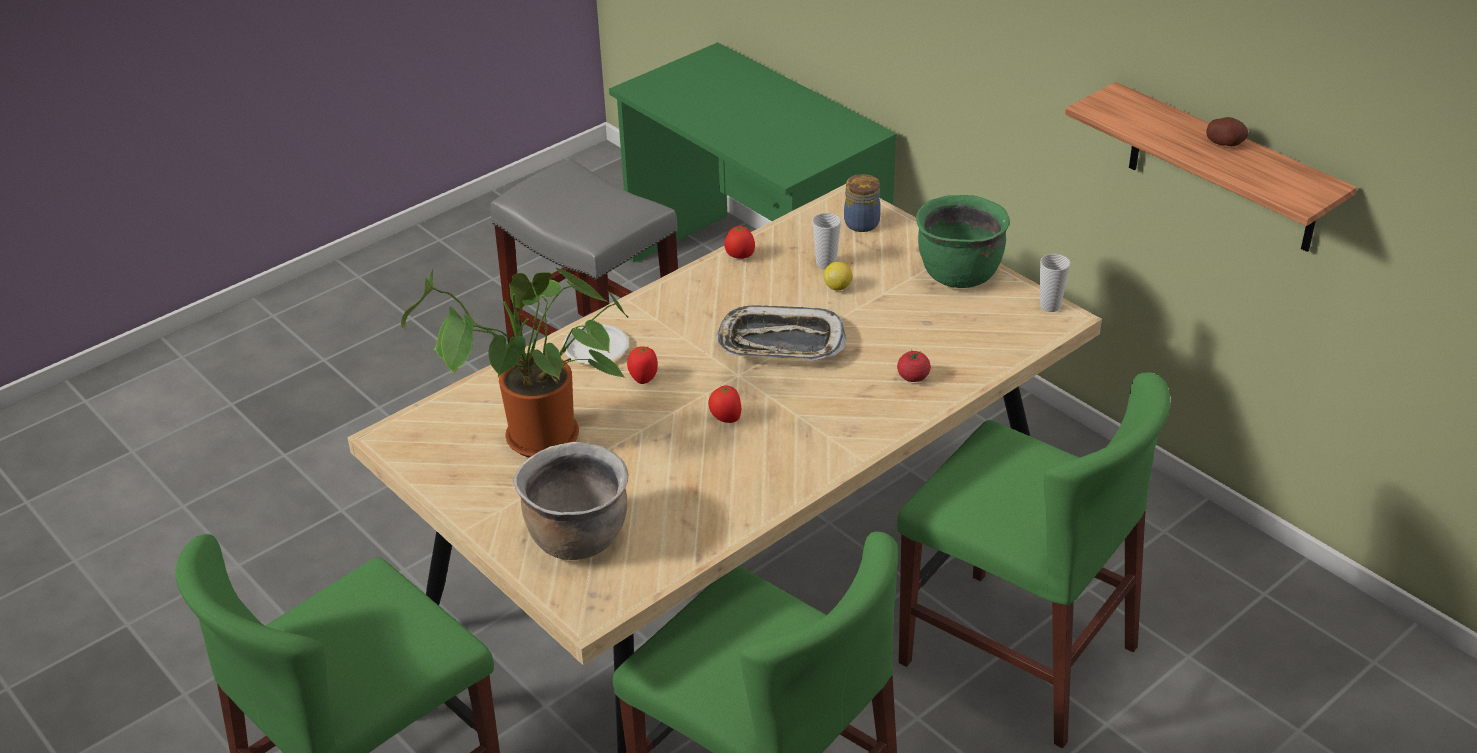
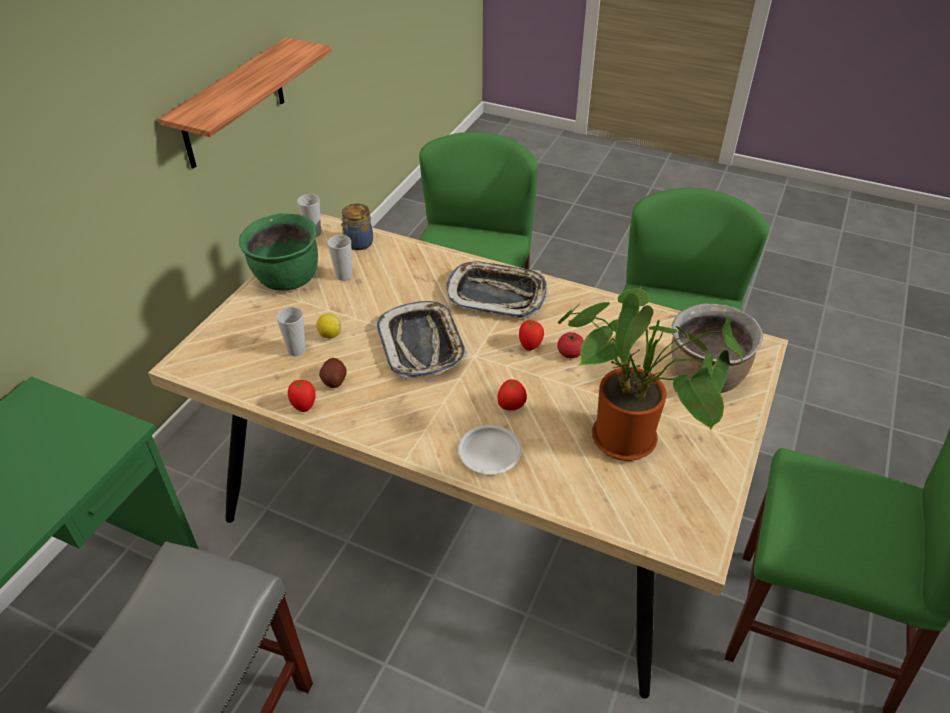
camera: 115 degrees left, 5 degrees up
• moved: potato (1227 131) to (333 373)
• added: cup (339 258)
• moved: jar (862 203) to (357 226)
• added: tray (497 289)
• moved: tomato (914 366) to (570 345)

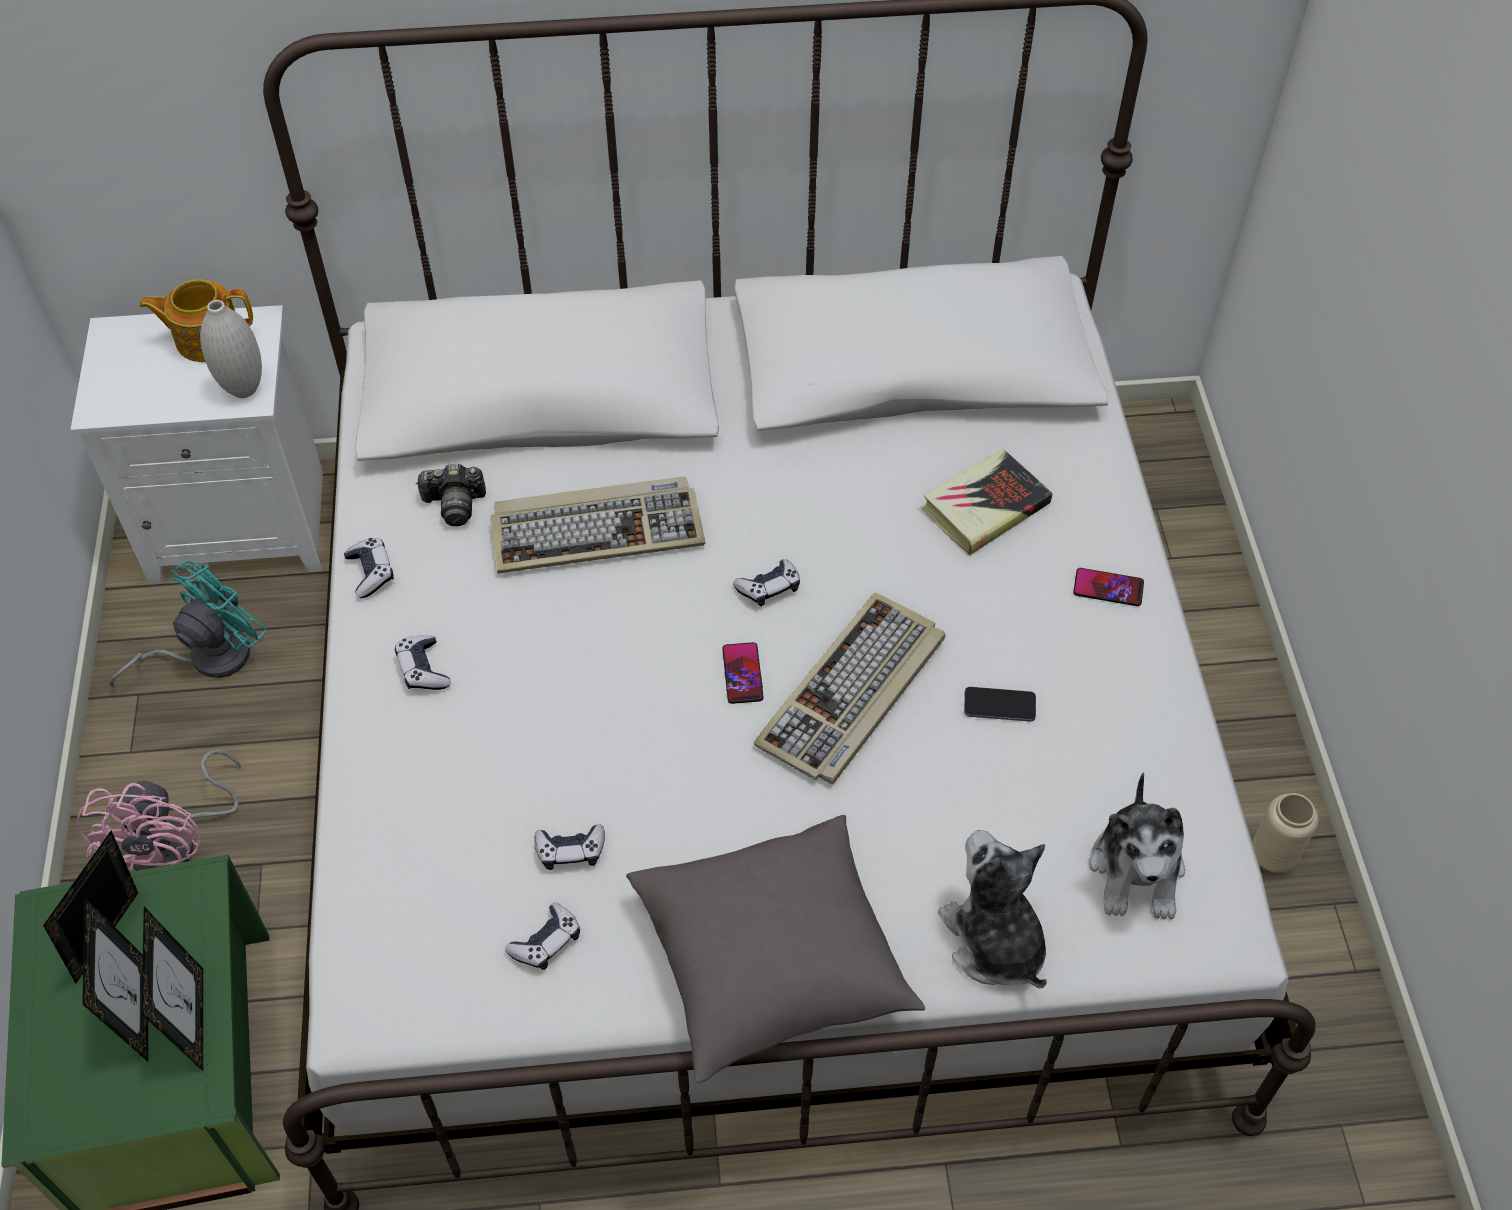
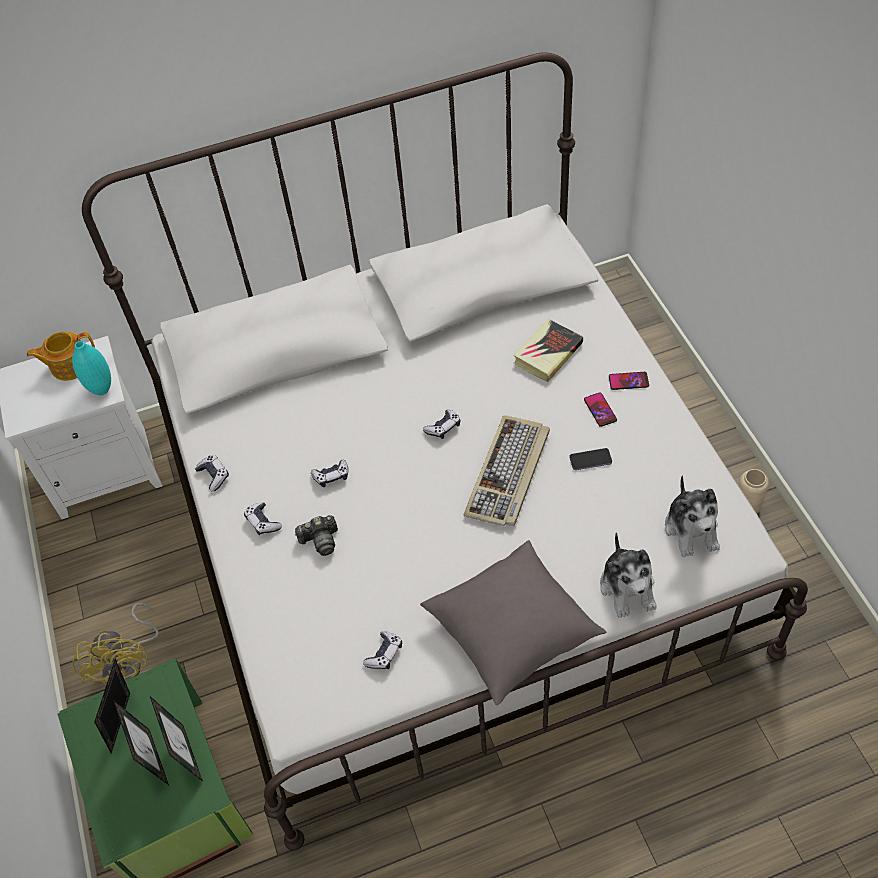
camera: 10 degrees left, 0 degrees up
• recoloured: vase (white) (231 349) to vase (turquoise) (91 368)
• recoloured: fan (pink) (159 810) to fan (yellow) (115 644)
• moved: photo camera (450 495) to (316 535)
• moved: game controller (570 847) to (329 473)
• moved: phone (743 673) to (600 410)
• turned: plush toy (992 909) = (628 575) 150 degrees counterclockwise
• removed: fan (turquoise) (188 624)
• removed: keyboard (597 525)

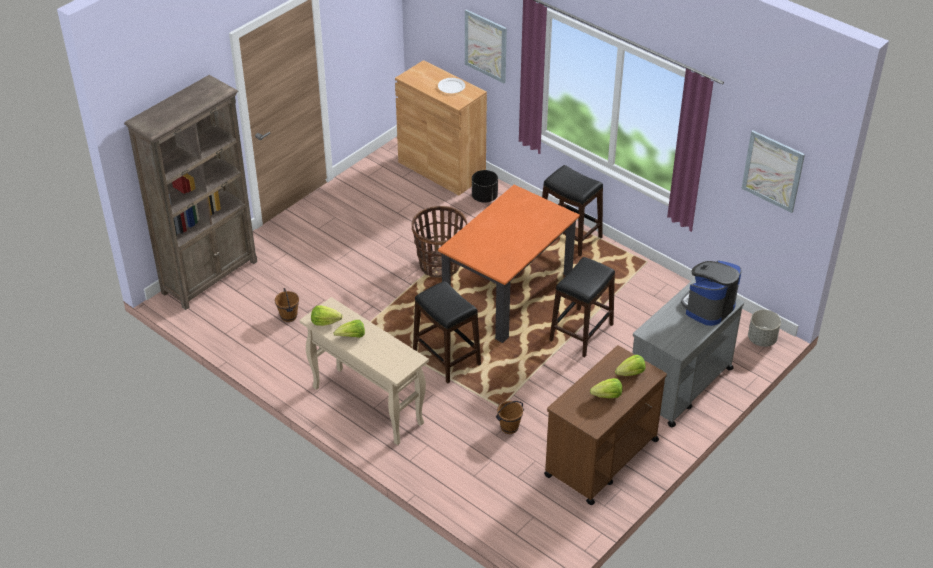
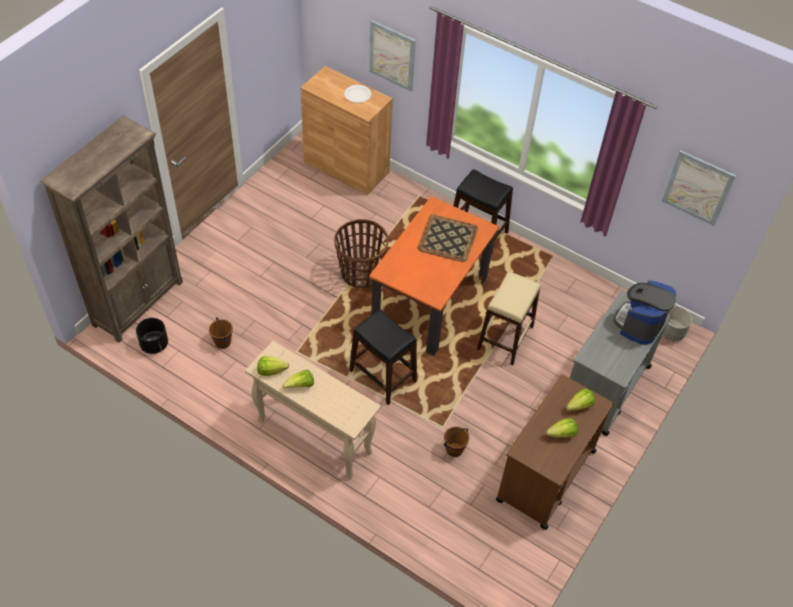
camera: 10 degrees left, 10 degrees up
• moved: planter (black) (485 186) to (152 336)
• added: tray (448 238)
• recoloured: stool (black) (582 307) to stool (beige) (509 318)

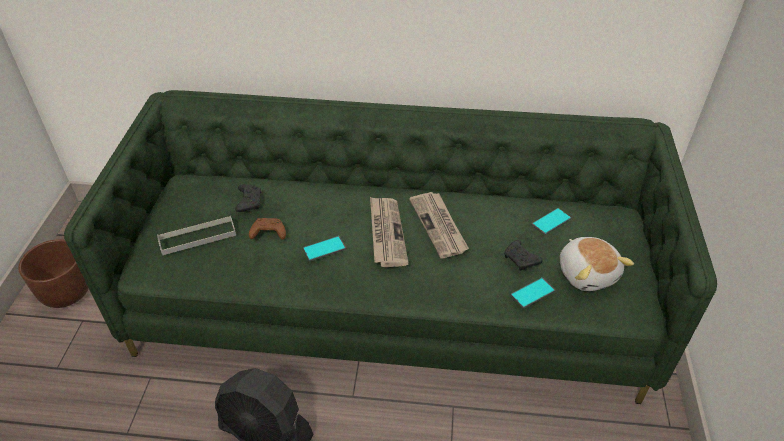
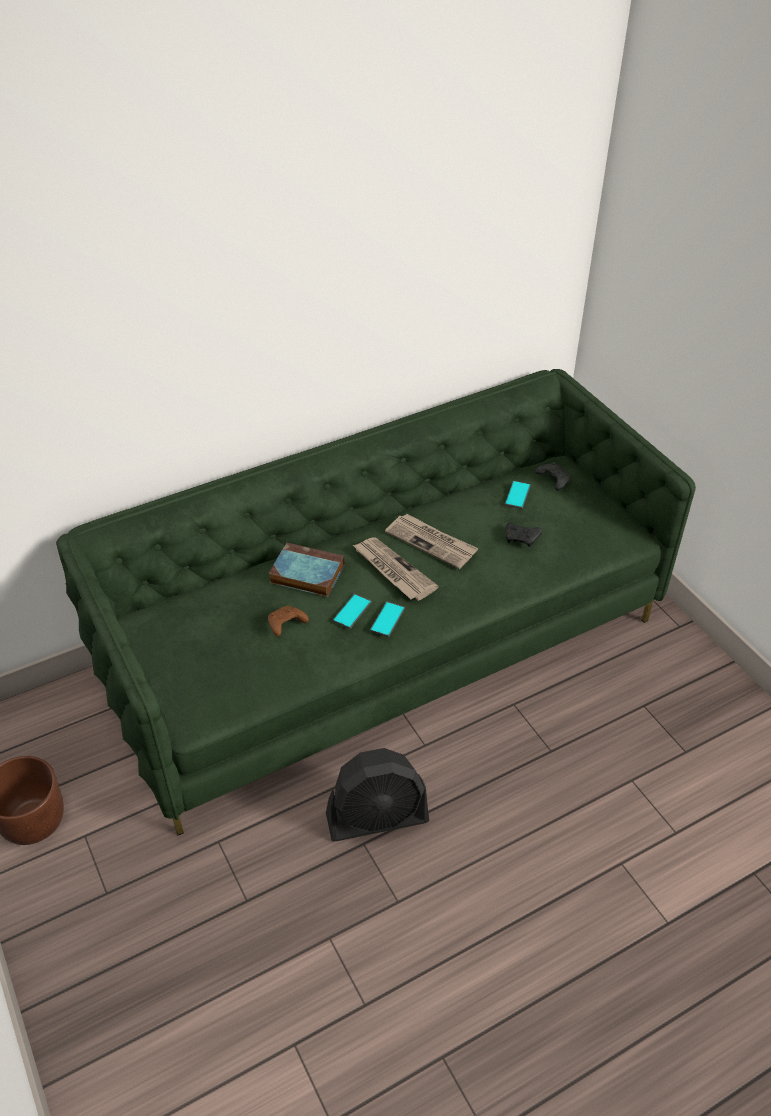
camera: 35 degrees left, 0 degrees up
• added: book (307 569)
• moved: phone (533 293) to (387 619)
• moved: game controller (black) (248 198) to (552 476)
• removed: tray (grey) (196 235)
• removed: plush toy (597 264)

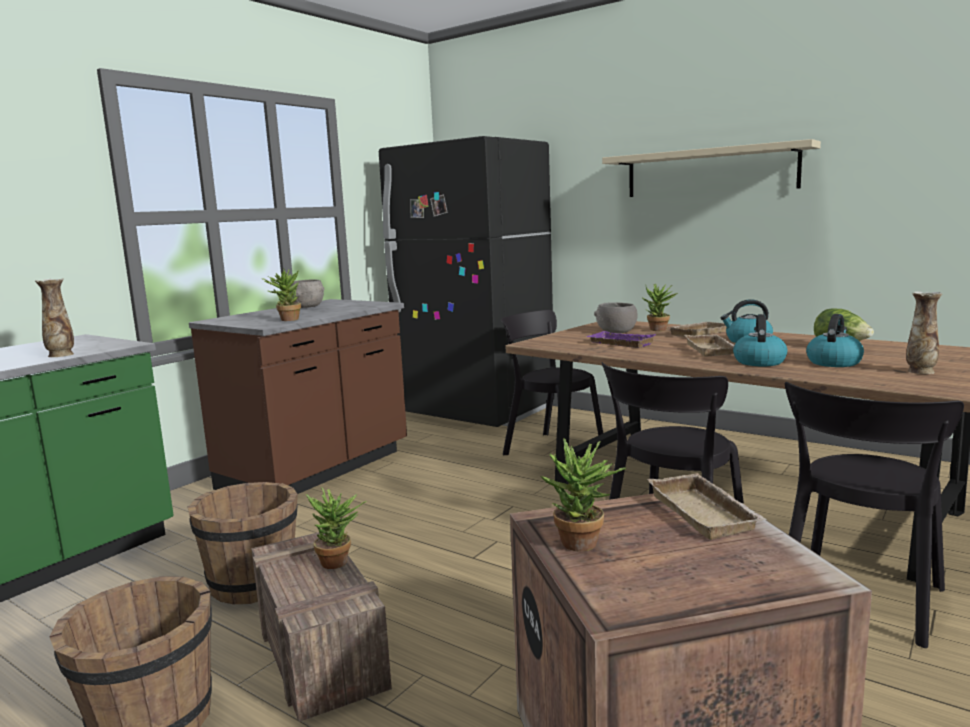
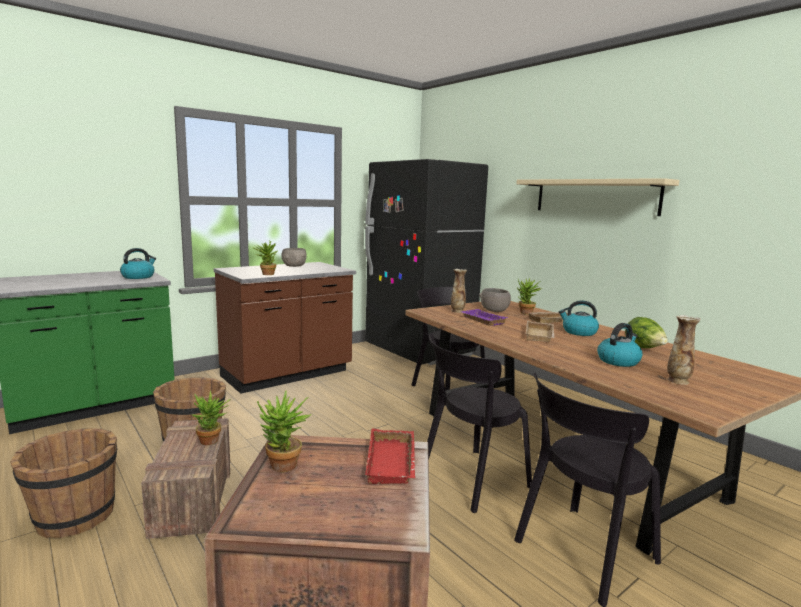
camera: 15 degrees right, 0 degrees up
• moved: kettle (760 340) to (138 263)
• recoloured: tray (beige) (707 506) to tray (red) (390 456)
• moved: vase (54 317) to (459 291)

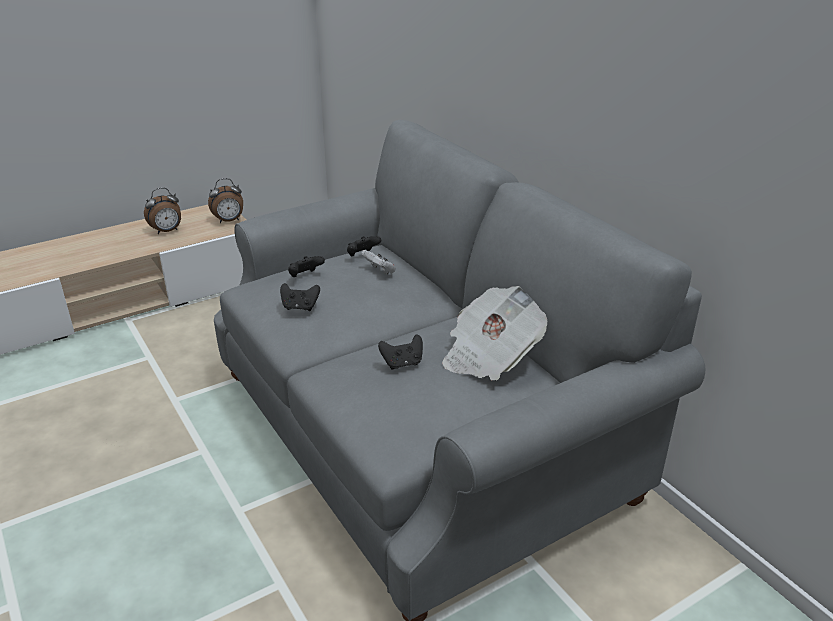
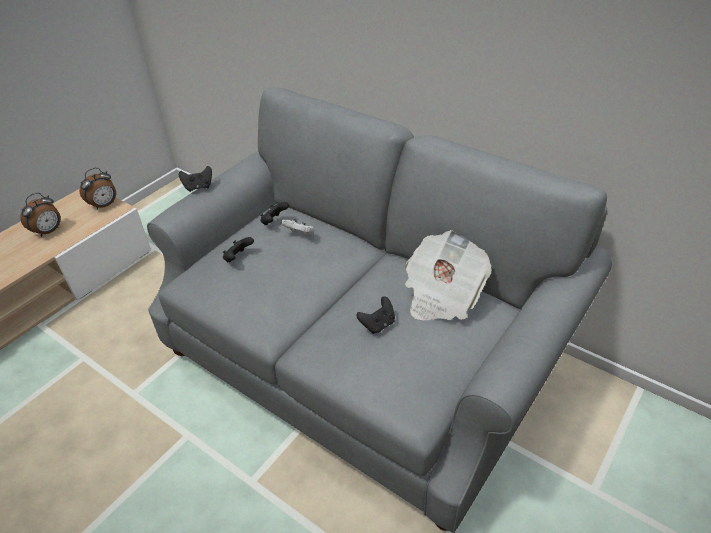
camera: 20 degrees left, 10 degrees up
• moved: game controller (black) (300 297) to (195 179)

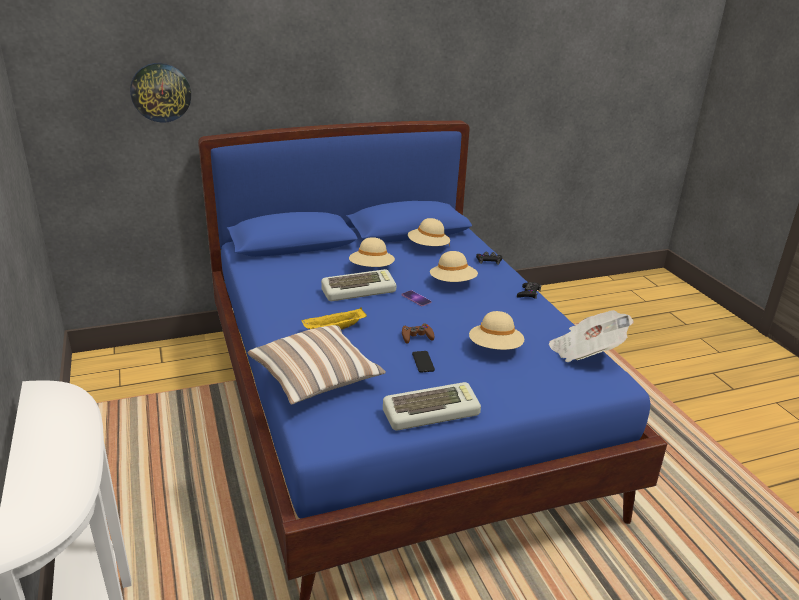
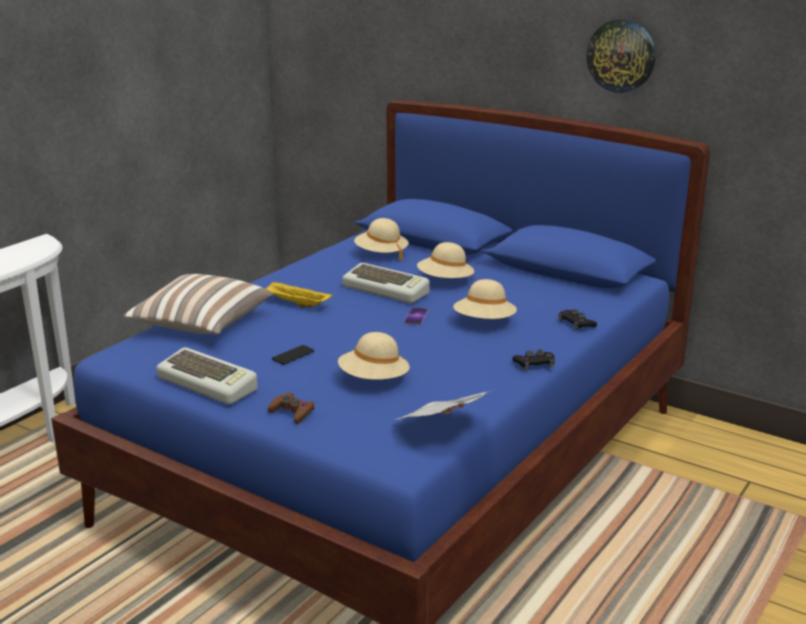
camera: 55 degrees right, 5 degrees down
• moved: game controller (brown) (418 333) to (291 408)
• moved: hat (beige) (429 232) to (381 239)
• moved: wall clock (160 93) to (620 56)

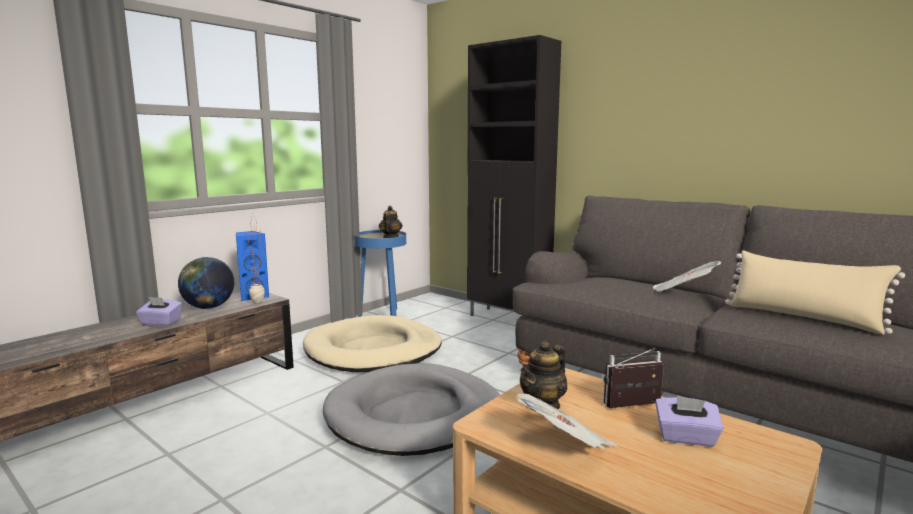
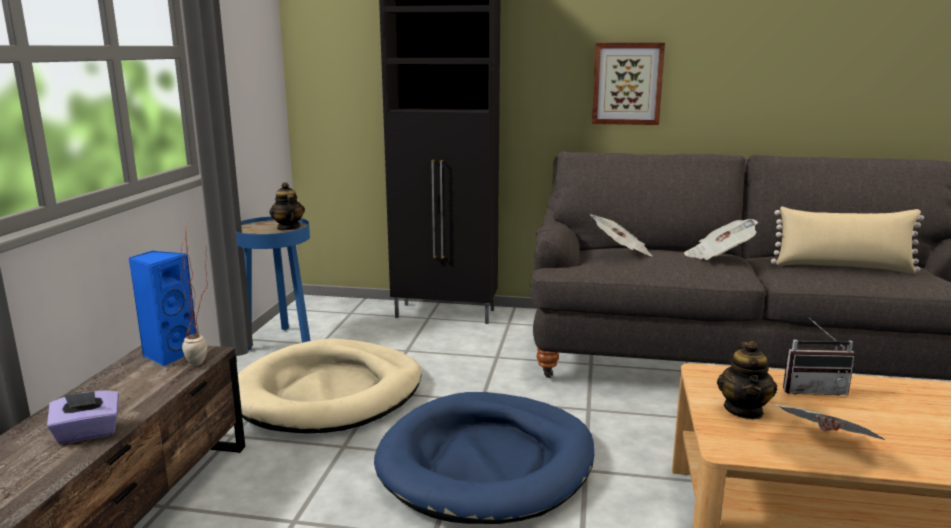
camera: 30 degrees left, 5 degrees up
• recoloured: dog bed (grey) (411 409) to dog bed (blue) (484 458)
• added: newspaper (621 235)
• added: picture (628 84)
• turned: radio (634 378) = (819 357) 135 degrees counterclockwise
• removed: globe (206 283)
• removed: tissue box (purple) (689 422)

